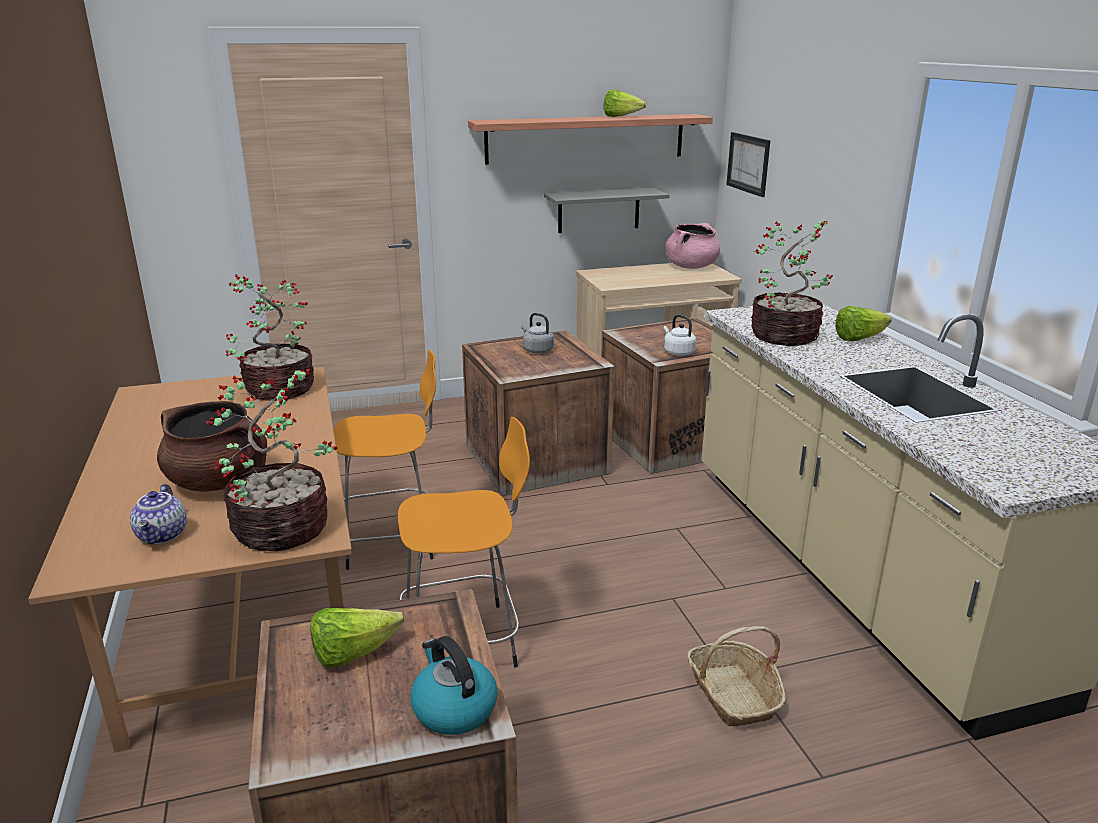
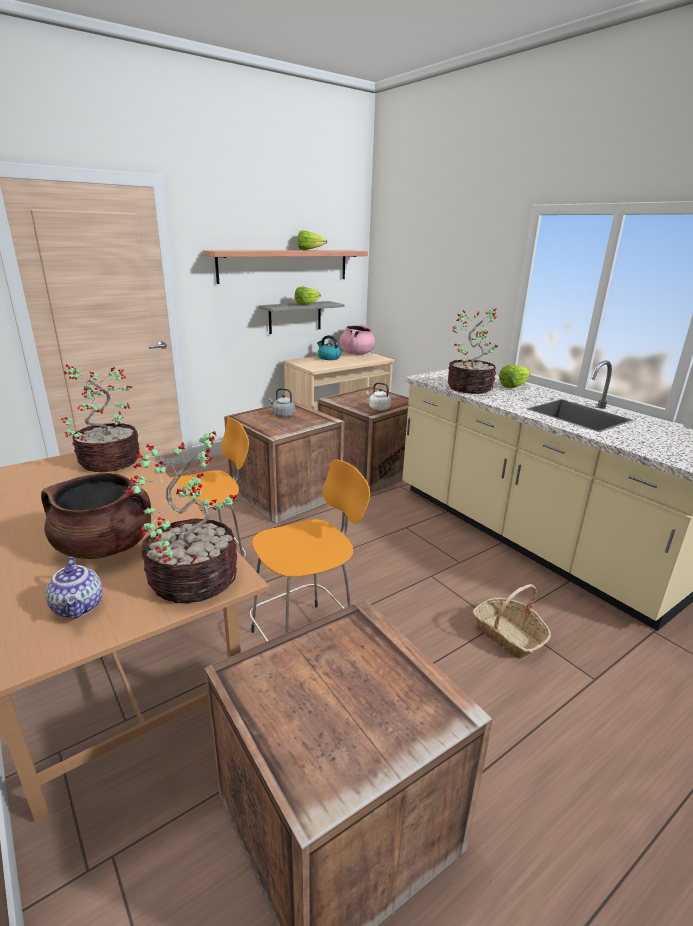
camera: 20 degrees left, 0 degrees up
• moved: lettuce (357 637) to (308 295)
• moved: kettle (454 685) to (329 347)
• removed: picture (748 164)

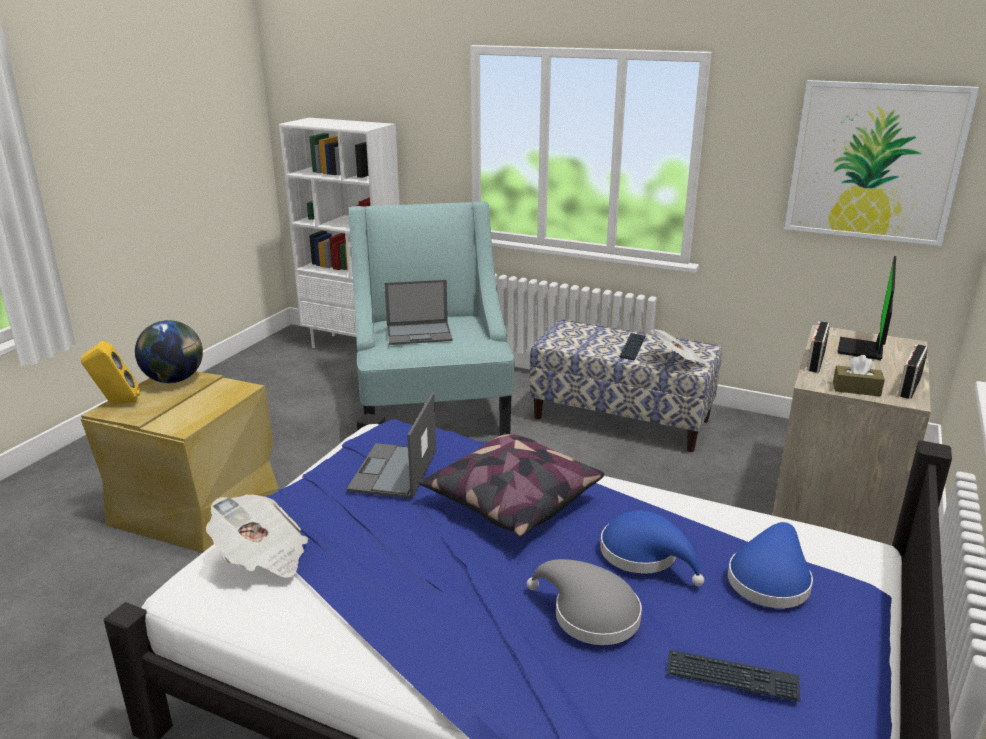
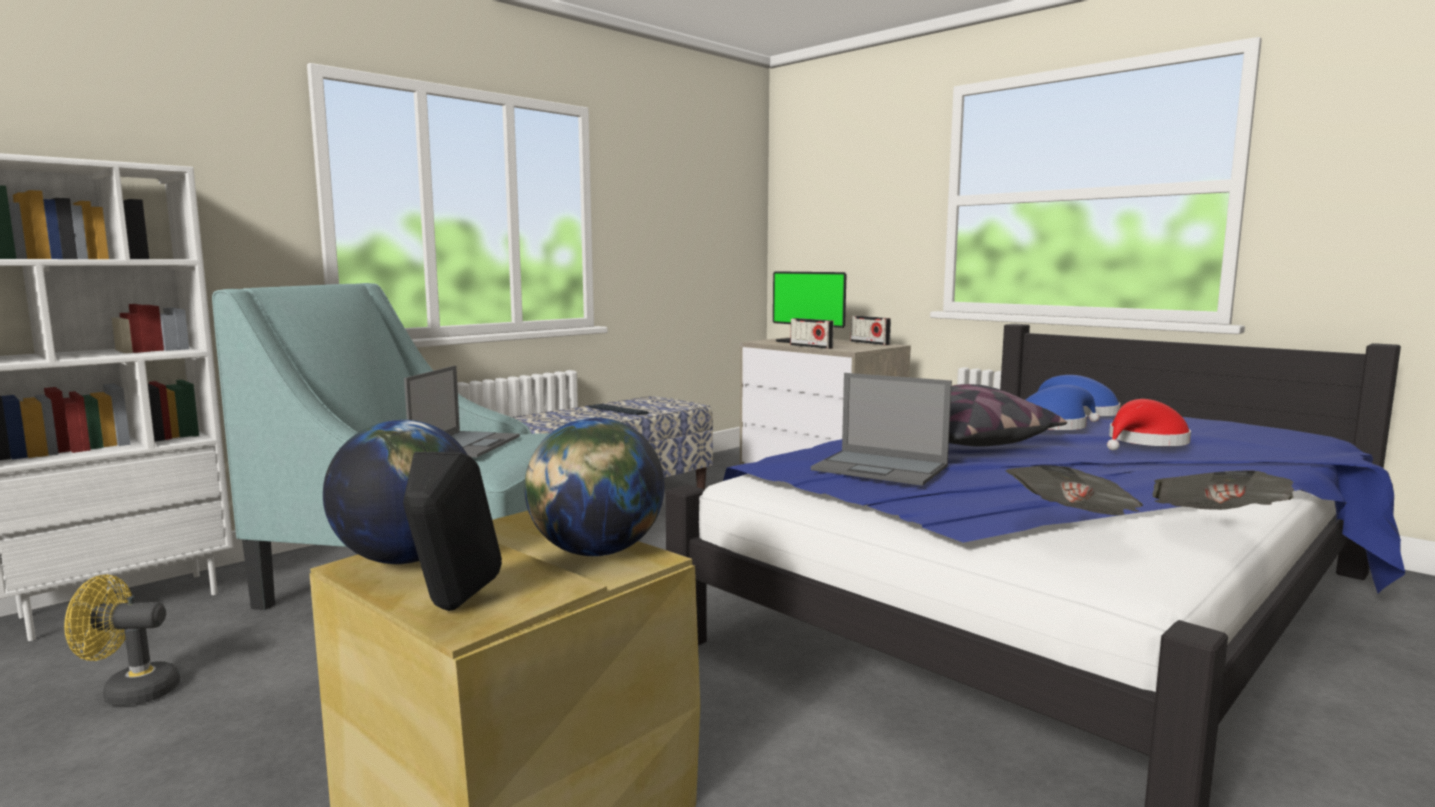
camera: 70 degrees left, 15 degrees down
• added: fan (yellow) (122 640)
• recoloured: speaker (yellow) (110 372) to speaker (black) (452 531)
• added: globe (594 486)
• recoloured: hat (grey) (584 602) to hat (red) (1149 425)
• moved: newspaper (679 347) to (1223 490)
• removed: keyboard (733 675)
• removed: picture (882 163)
• removed: tissue box (brown) (859 376)

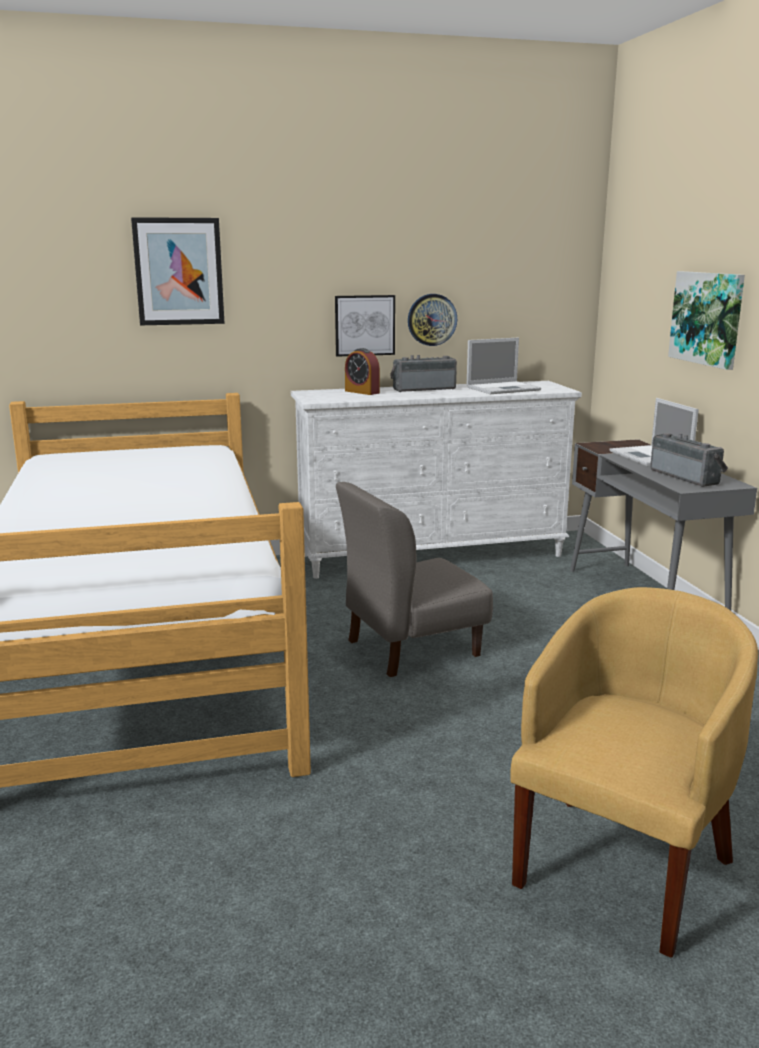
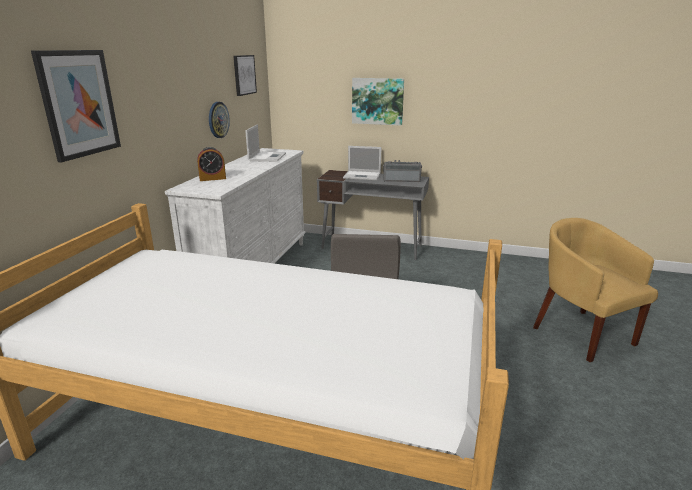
camera: 60 degrees left, 5 degrees up
• moved: picture (365 326) to (245 75)
• removed: radio (423 373)

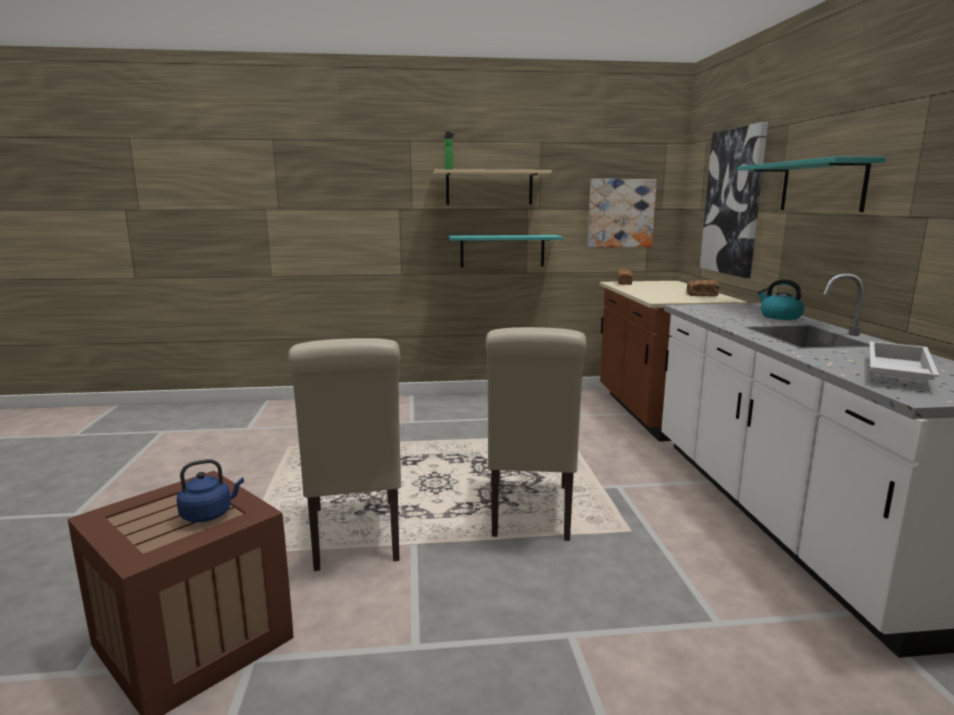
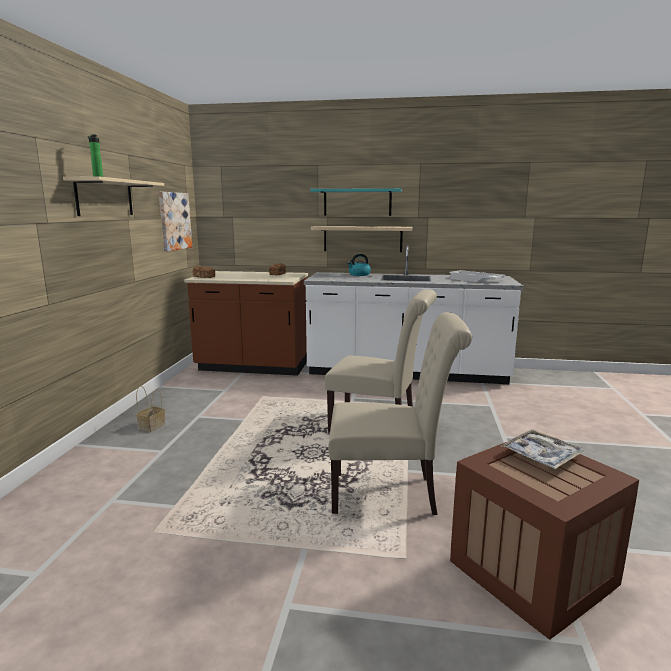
camera: 75 degrees left, 0 degrees up
• added: basket (150 409)
• added: shelf (beige) (361 239)
• replaced: kettle (blue) (210 491) to tray (542 449)
• removed: shelf (turquoise) (506 251)
• removed: picture (734 200)

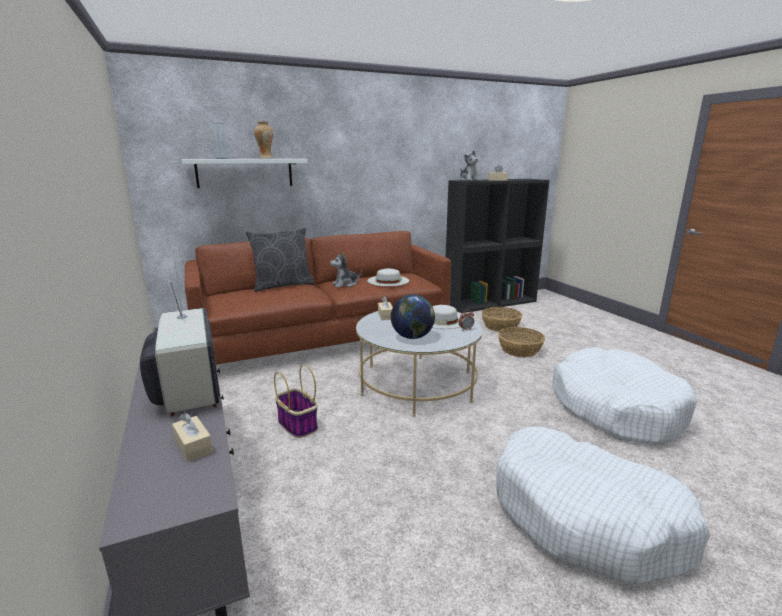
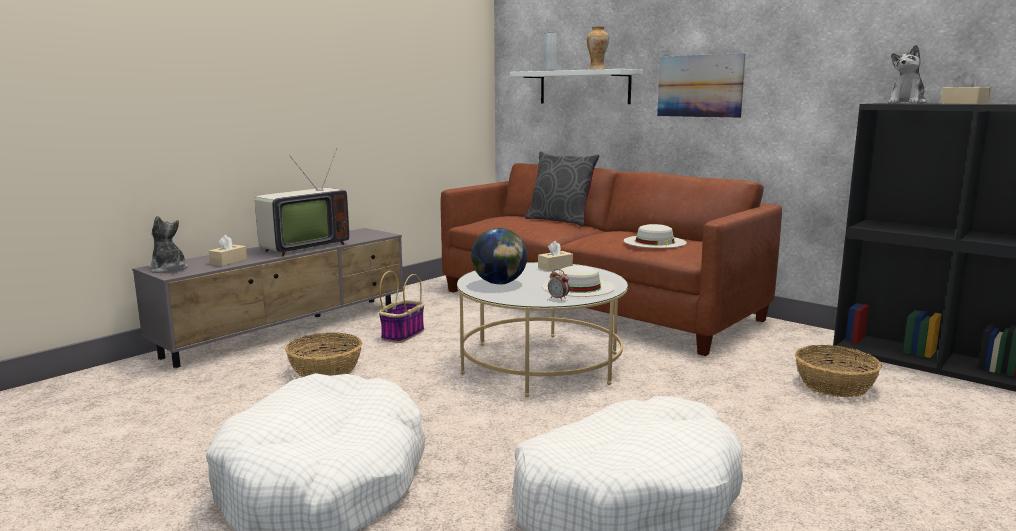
camera: 65 degrees right, 5 degrees down
• moved: plush toy (346 269) to (168 244)
• moved: basket (521 342) to (323 355)
• added: picture (701 85)

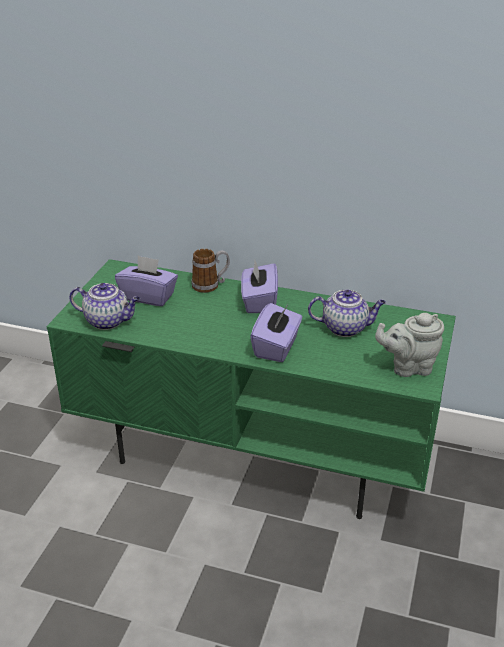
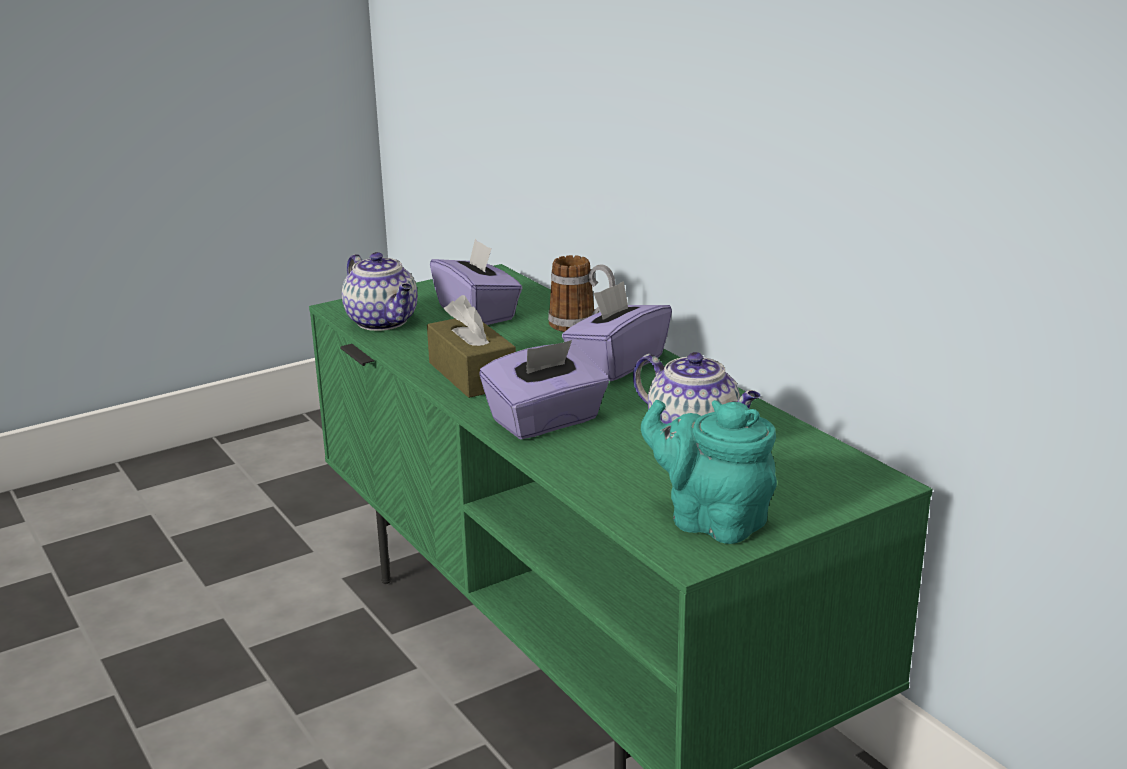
camera: 40 degrees right, 10 degrees down
• added: tissue box (brown) (471 346)
• recoloured: teapot (grey) (409 345) to teapot (turquoise) (709 472)

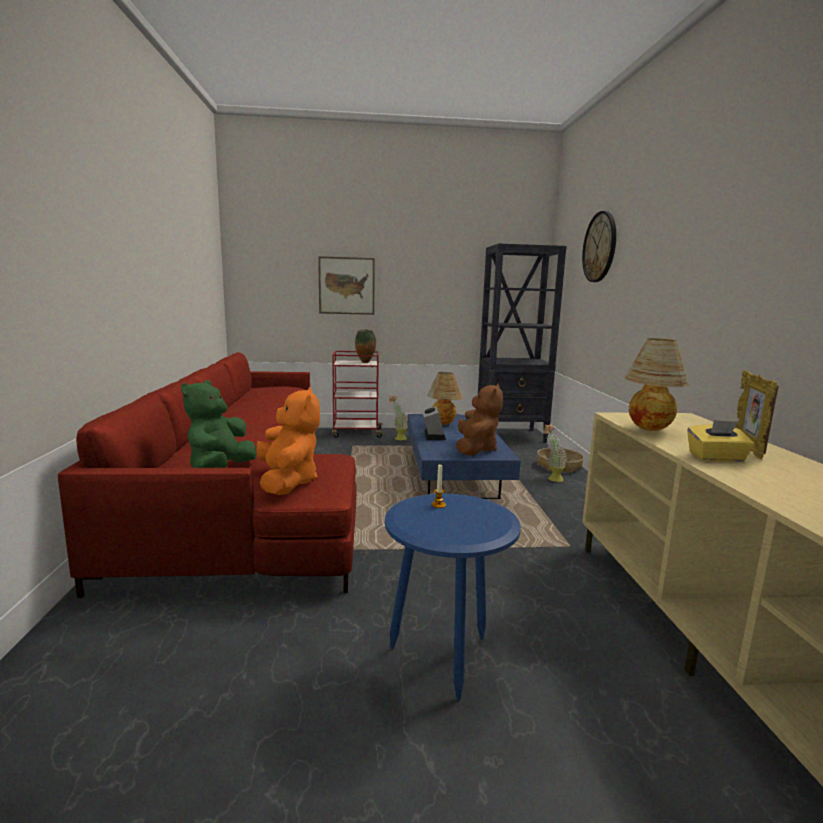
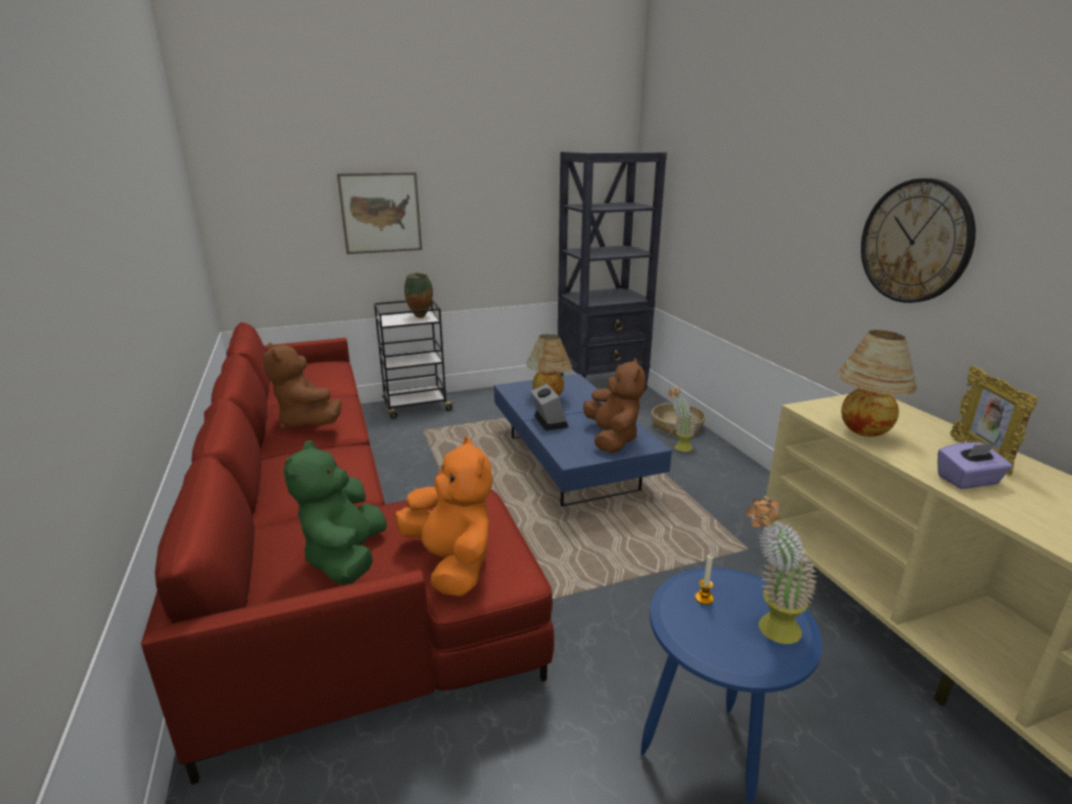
camera: 15 degrees left, 10 degrees up
• added: plush toy (brown) (303 386)
• recoloured: cart (red) (358 394) to cart (black) (414 359)
• moved: potted plant (398 417) to (782 570)
• moved: wall clock (599 246) to (918 240)
• recoloured: tissue box (yellow) (721 441) to tissue box (purple) (975 465)

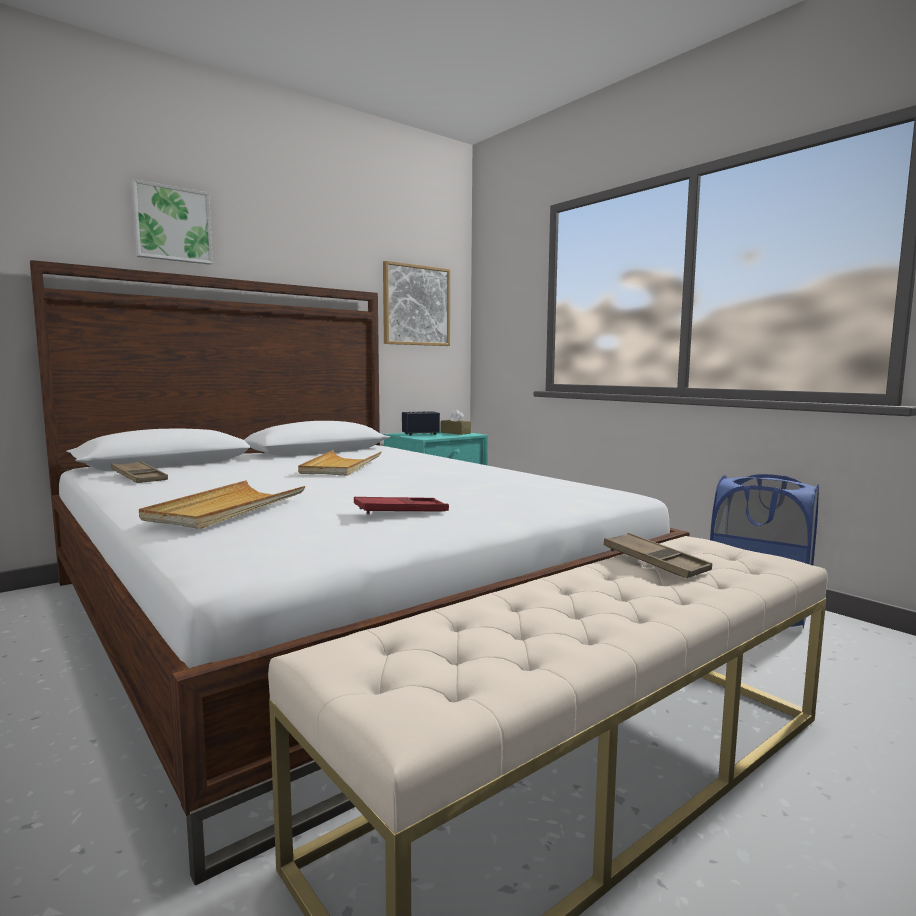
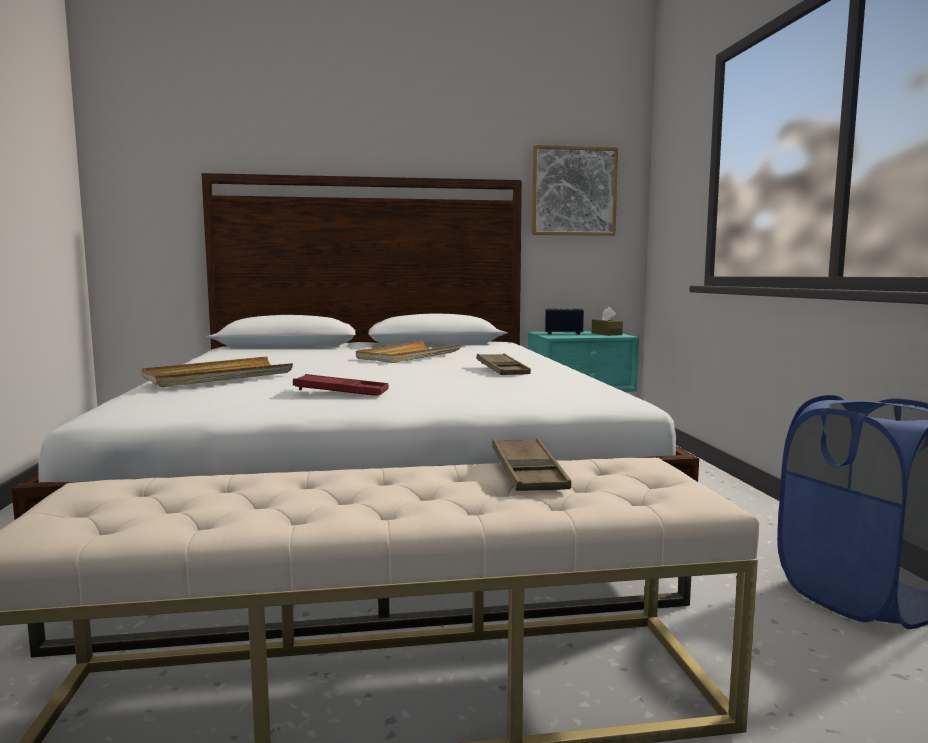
camera: 30 degrees right, 0 degrees up
• moved: tray (brown) (139 472) to (504 364)
• removed: picture (172 222)

